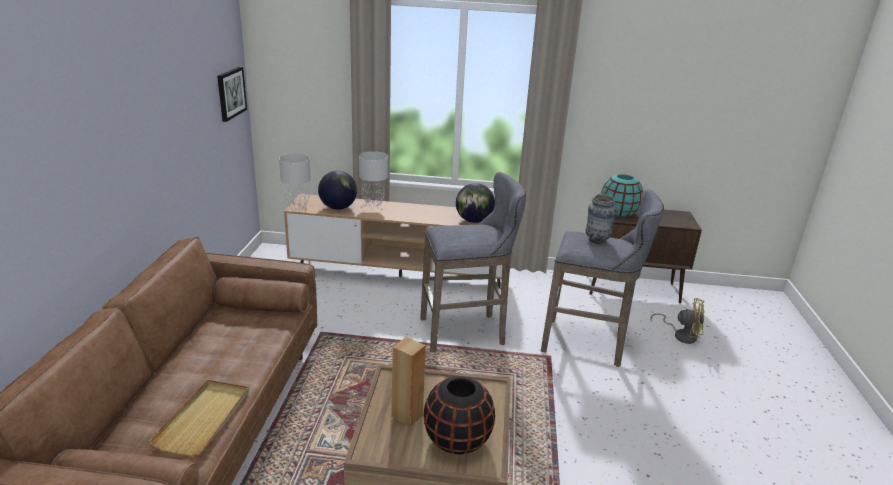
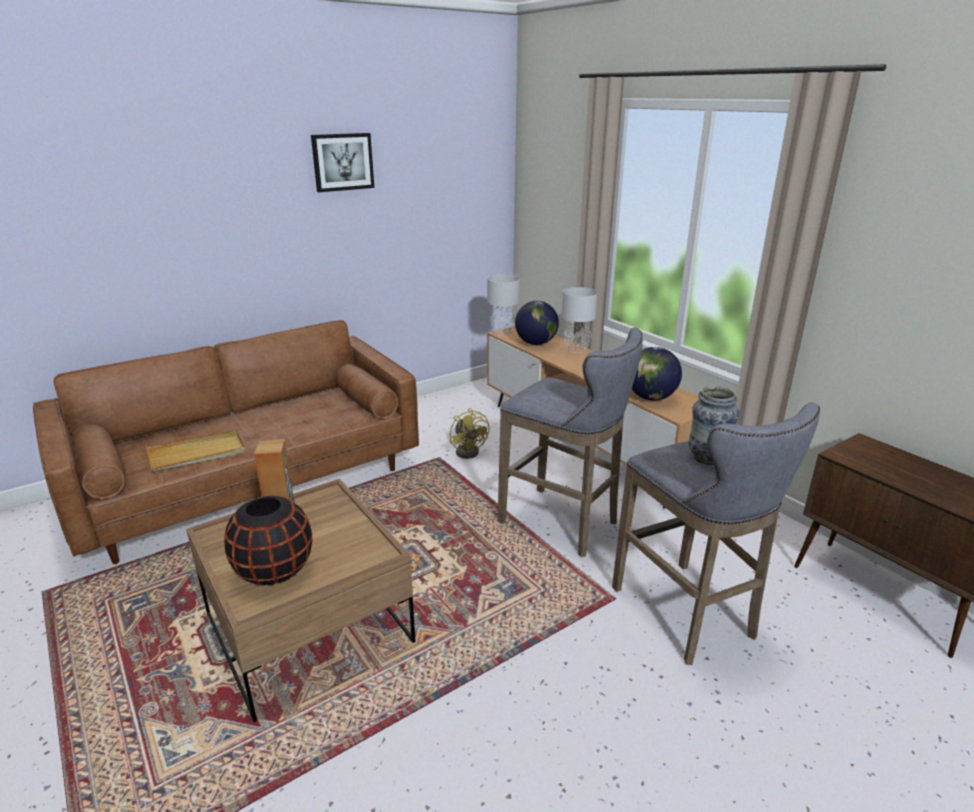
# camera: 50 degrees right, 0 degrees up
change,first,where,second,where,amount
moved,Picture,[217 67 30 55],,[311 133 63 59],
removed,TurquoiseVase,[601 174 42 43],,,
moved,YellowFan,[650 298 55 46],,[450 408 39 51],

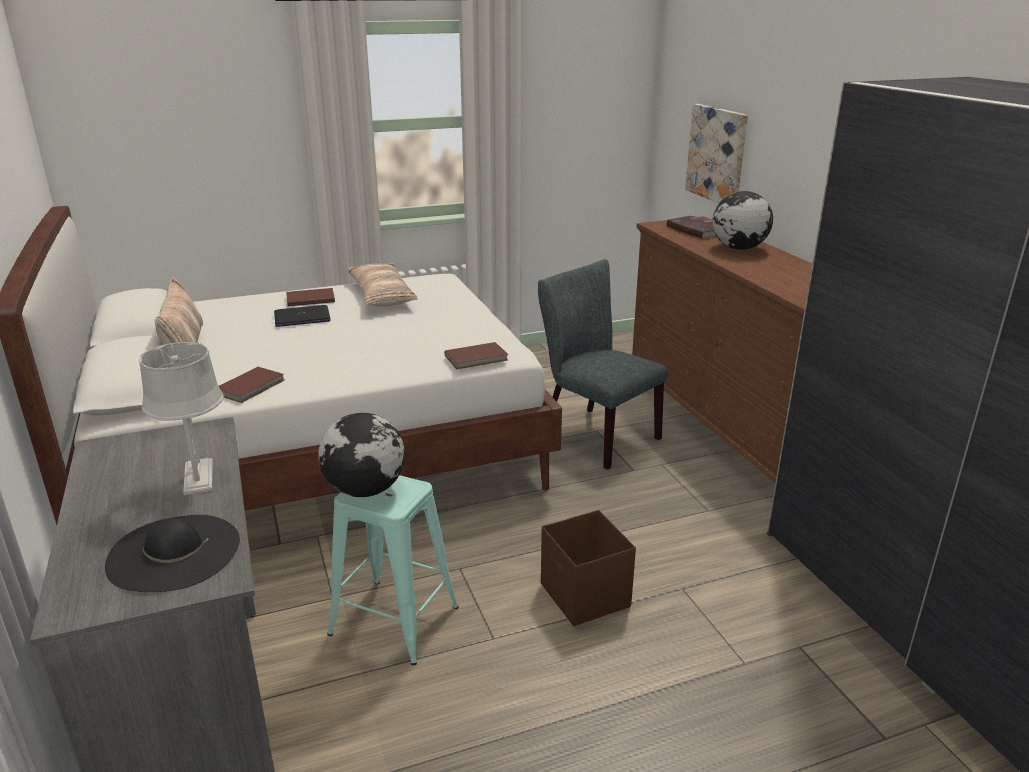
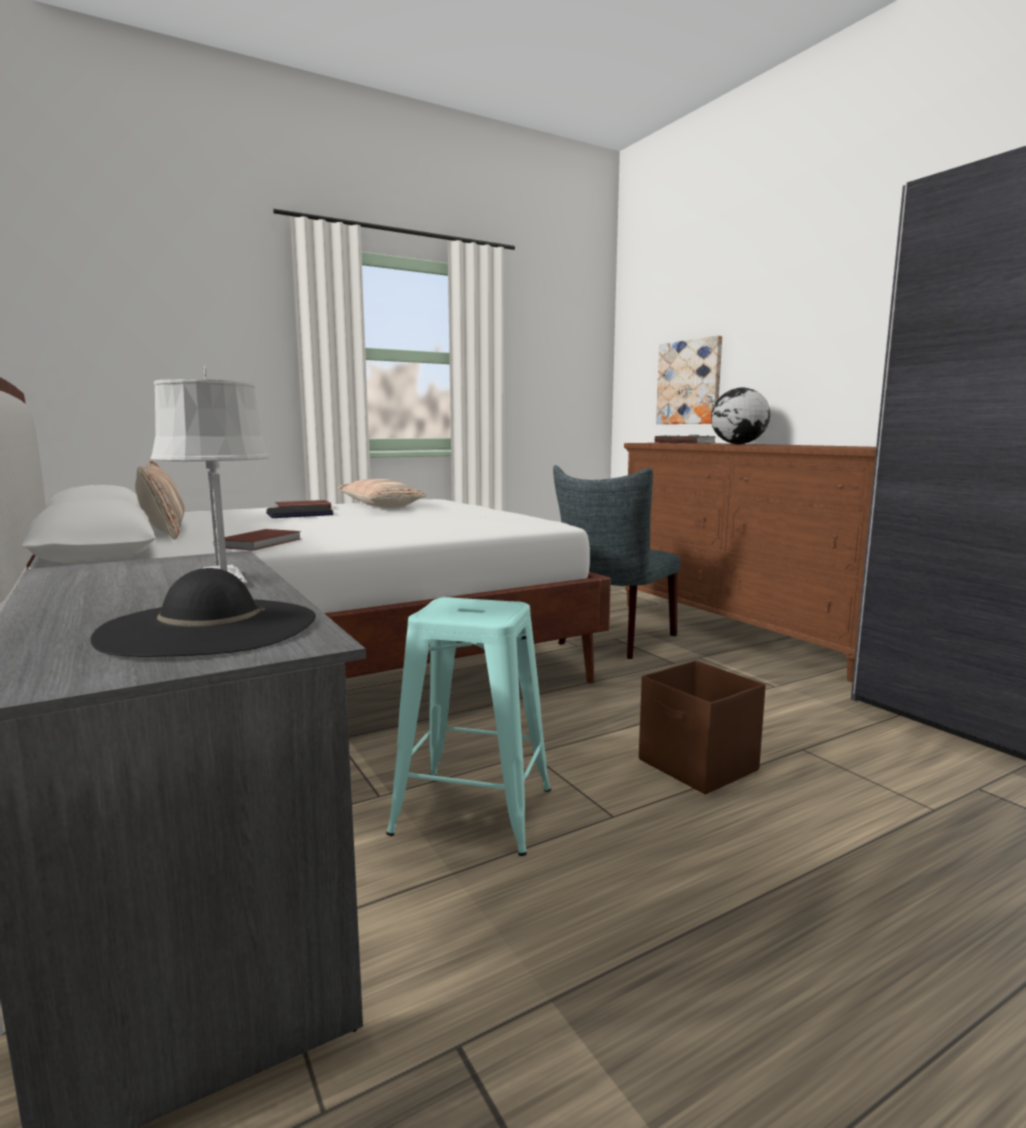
# camera: 10 degrees left, 15 degrees down
change,first,where,second,where,amount
turned,GreyChair,[538 259 130 211],,[553 465 127 194],90 degrees counterclockwise
removed,BrownBook,[445 342 63 27],,,
removed,Globe,[318 413 87 84],,,

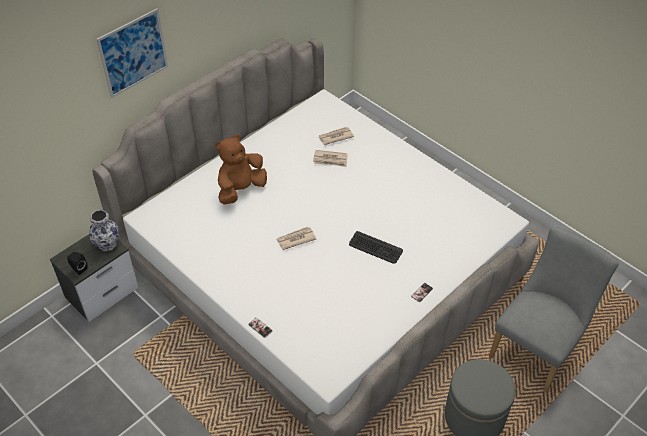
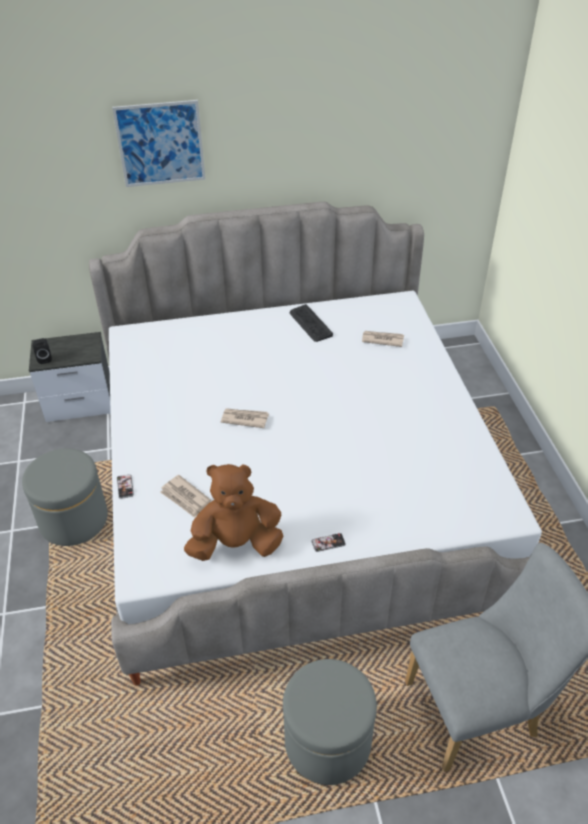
# camera: 35 degrees right, 5 degrees down
change,first,where,second,where,amount
moved,BrownPlushToy,[216 134 51 70],,[184 464 99 97],
moved,Newspaper,[313 150 35 17],,[160 475 51 43],
removed,Vase,[90 210 29 41],,,
moved,Keyboard,[349 231 54 33],,[290 304 43 38],
added,,,GreyOttoman,[22 448 86 98],

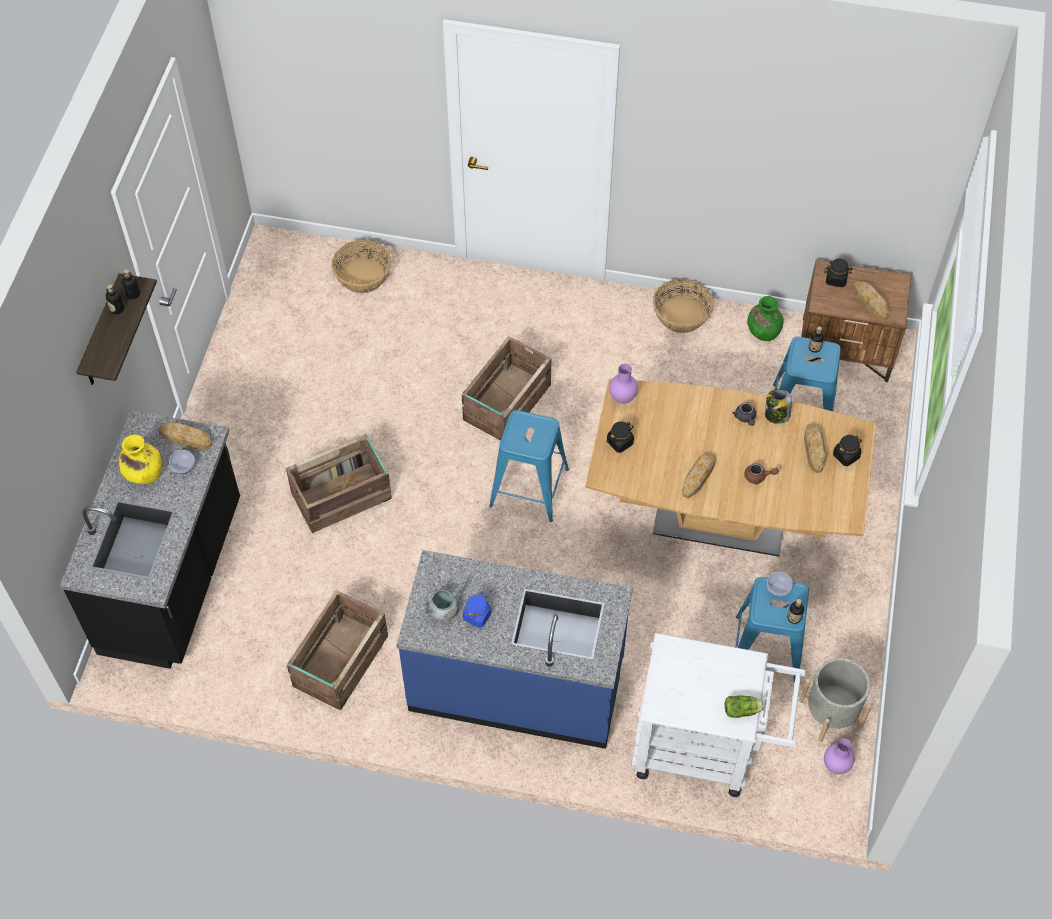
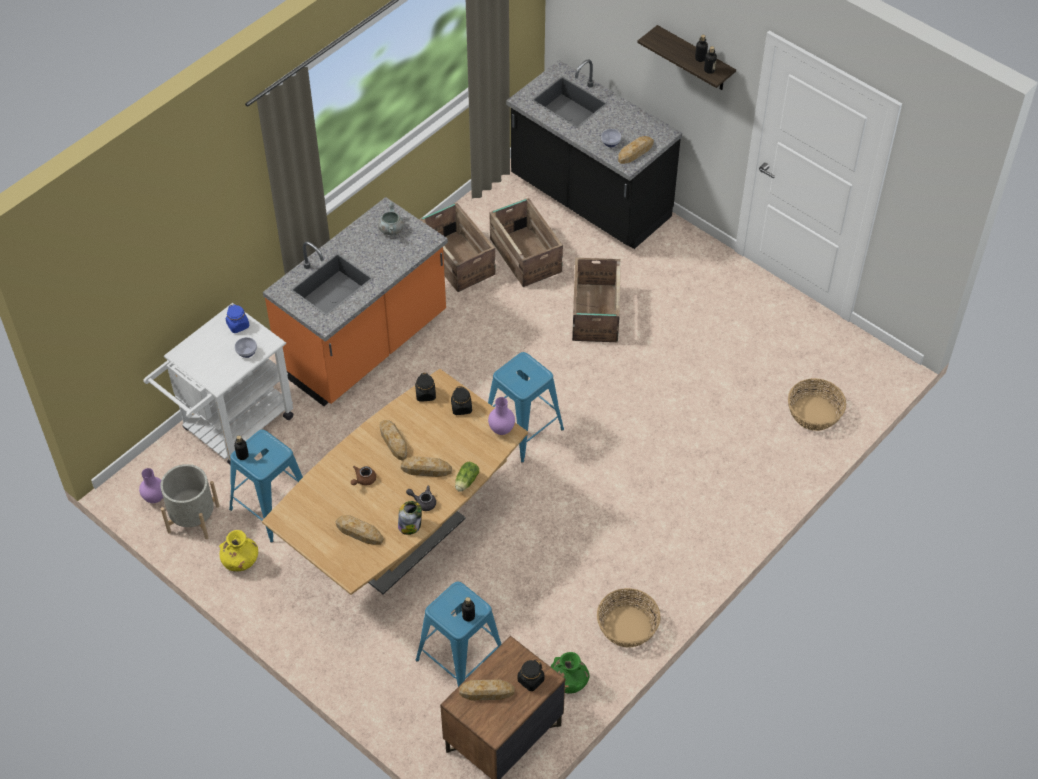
# camera: 120 degrees right, 5 degrees down
change,first,where,second,where,amount
moved,Crate,[462 336 90 104],,[489 198 74 89],
moved,YellowVase,[119 434 43 50],,[219 530 39 42],
moved,BlackJar,[833 435 29 31],,[415 373 21 29],
recoloured,BlueCounter,[397 550 236 199],OrangeCounter,[263 197 185 209],
moved,Bowl,[767 572 26 24],,[235 337 22 21],
moved,BlueJar,[463 593 29 35],,[226 304 23 29],
moved,Lettuce,[725 695 39 23],,[455 462 24 30],
added,,,Bread,[401 456 51 21],

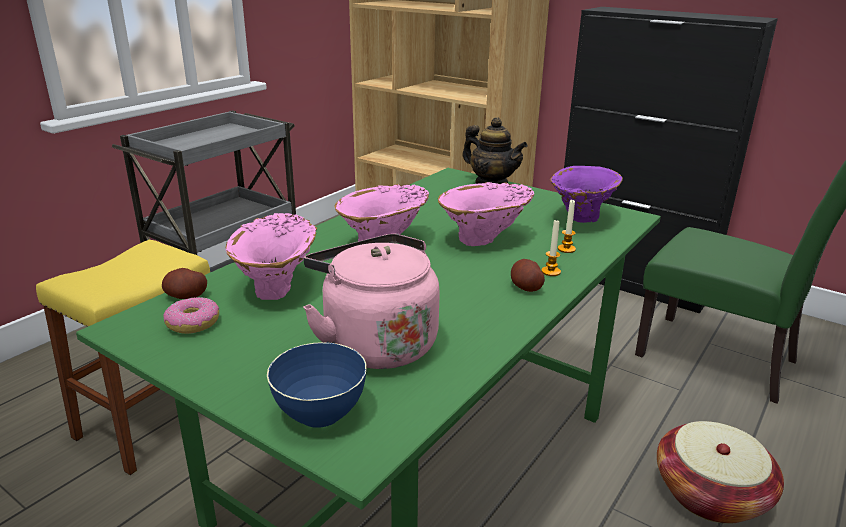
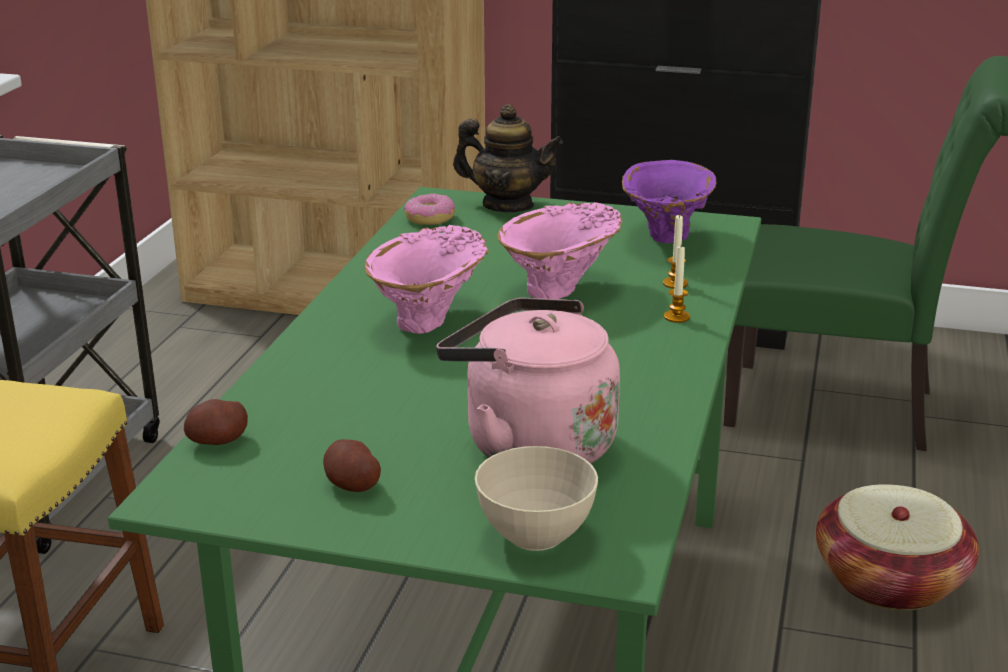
# camera: 20 degrees left, 0 degrees up
change,first,where,second,where,amount
removed,PinkVase,[225 213 92 87],,,
moved,Potato,[511 259 34 33],,[323 439 58 53],
moved,Donut,[163 297 56 37],,[404 193 51 32],
recoloured,BlueBowl,[267 342 100 86],BeigeBowl,[475 446 123 105],

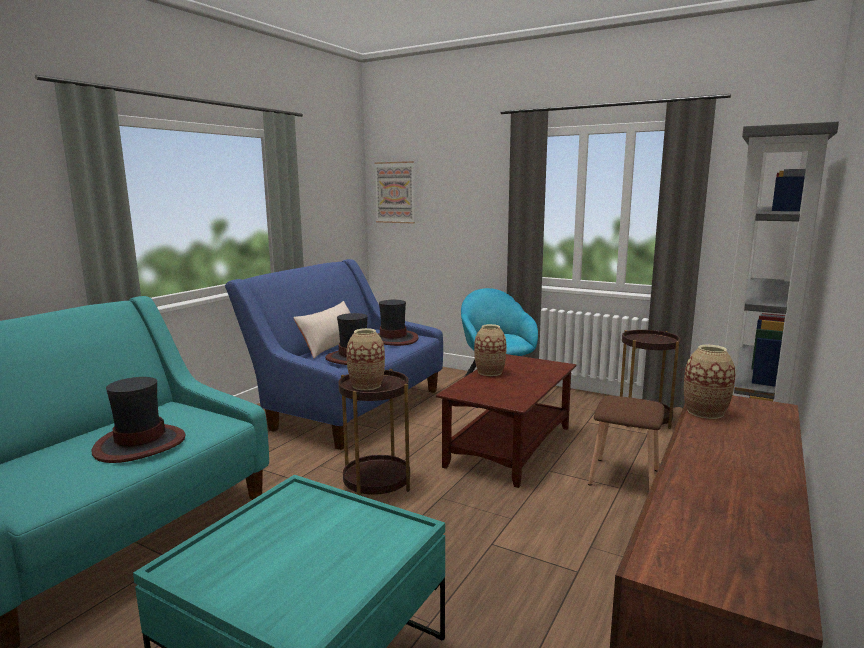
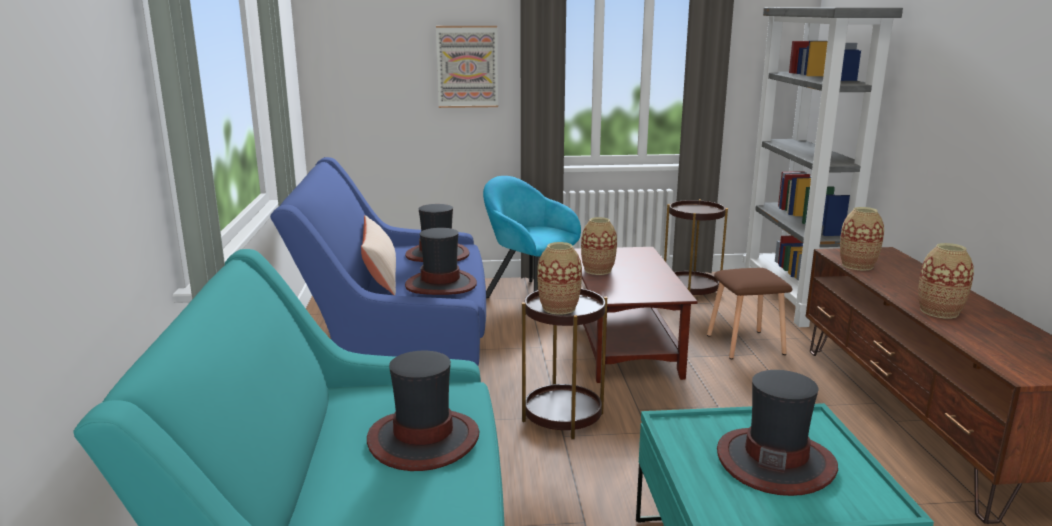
# camera: 35 degrees left, 5 degrees up
change,first,where,second,where,amount
moved,Picture,[374 161 41 62],,[436 26 62 82],
added,,,Vase,[918 243 56 75],
added,,,Hat,[717 370 121 126],

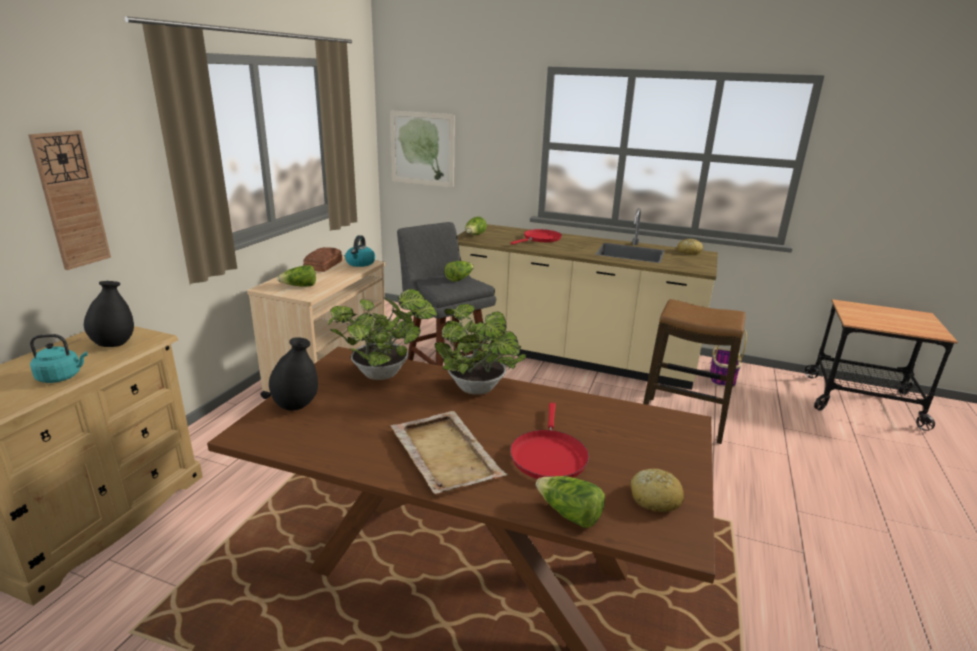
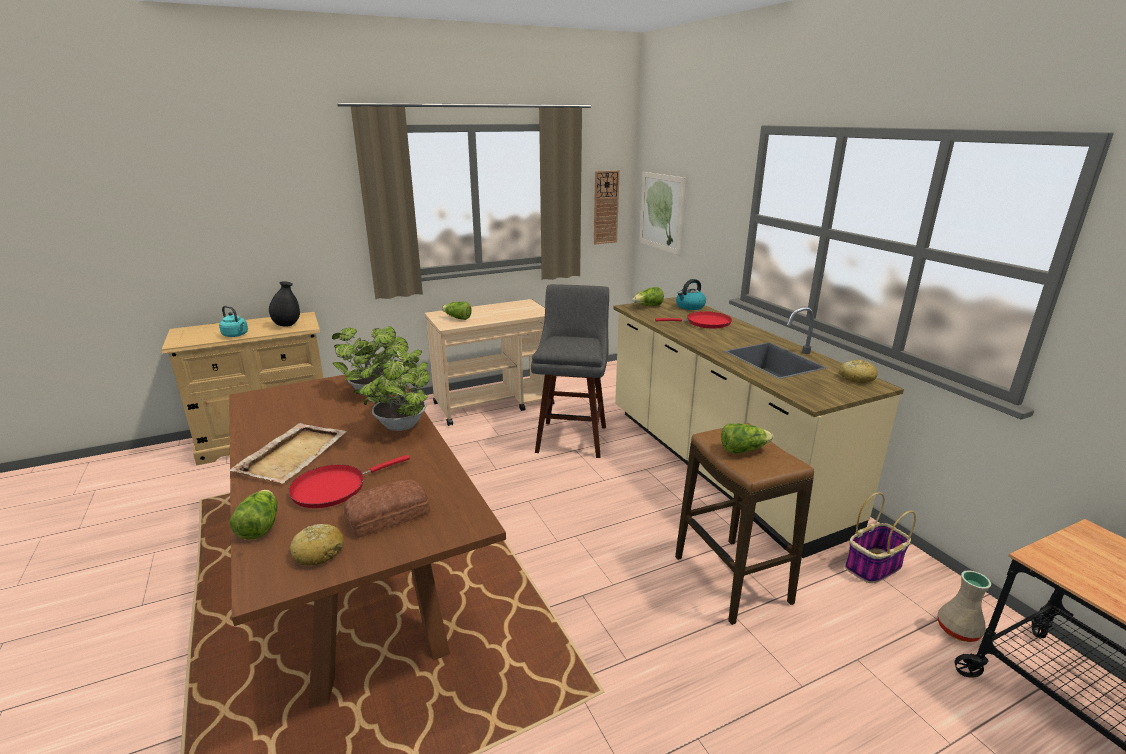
# camera: 45 degrees right, 0 degrees up
change,first,where,second,where,amount
moved,WallClock,[28 130 83 140],,[594 170 26 74],
moved,Kettle,[345 235 30 32],,[676 279 30 31],
moved,Bread,[303 247 40 25],,[344 480 86 58],
moved,Lettuce,[445 261 29 21],,[721 424 52 29],
removed,BlackVase,[269 338 49 72],,,
added,,,BeigeVase,[938 570 53 72],

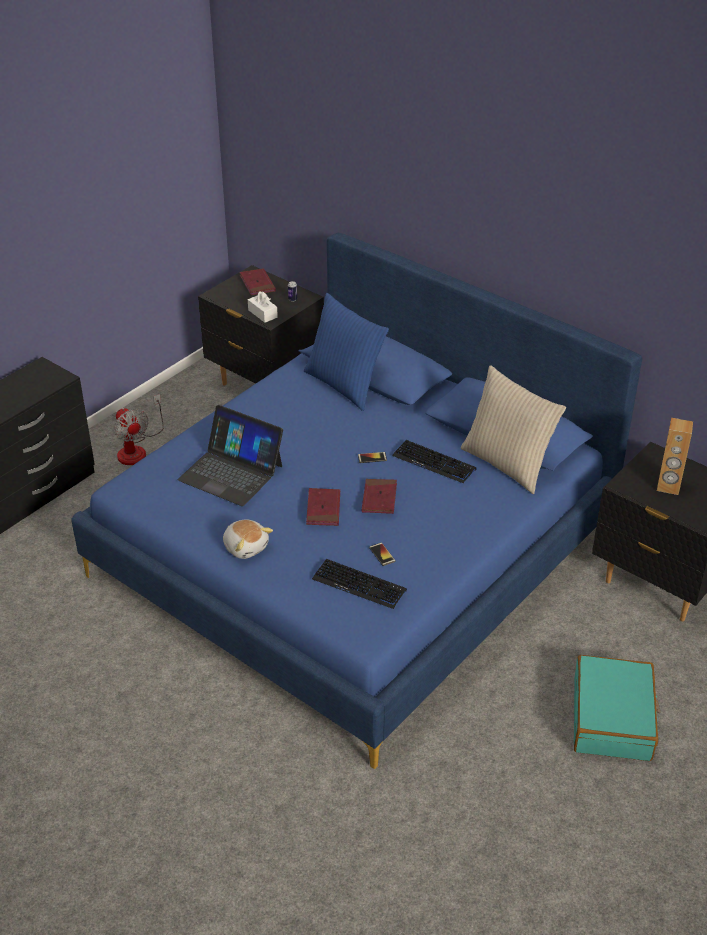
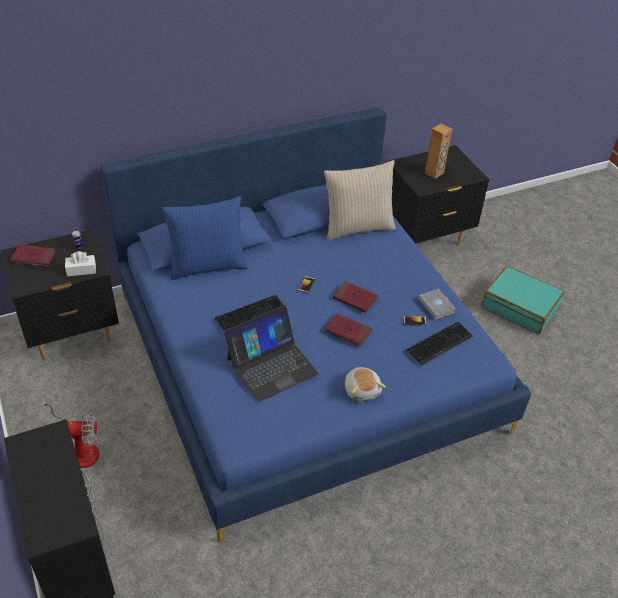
# camera: 65 degrees left, 5 degrees up
change,first,where,second,where,amount
moved,Keyboard,[392 440 84 43],,[215 295 68 35],
turned,PlushToy,[223 519 50 40],,[345 367 41 34],90 degrees clockwise
added,,,GreyBook,[418 289 38 31],

